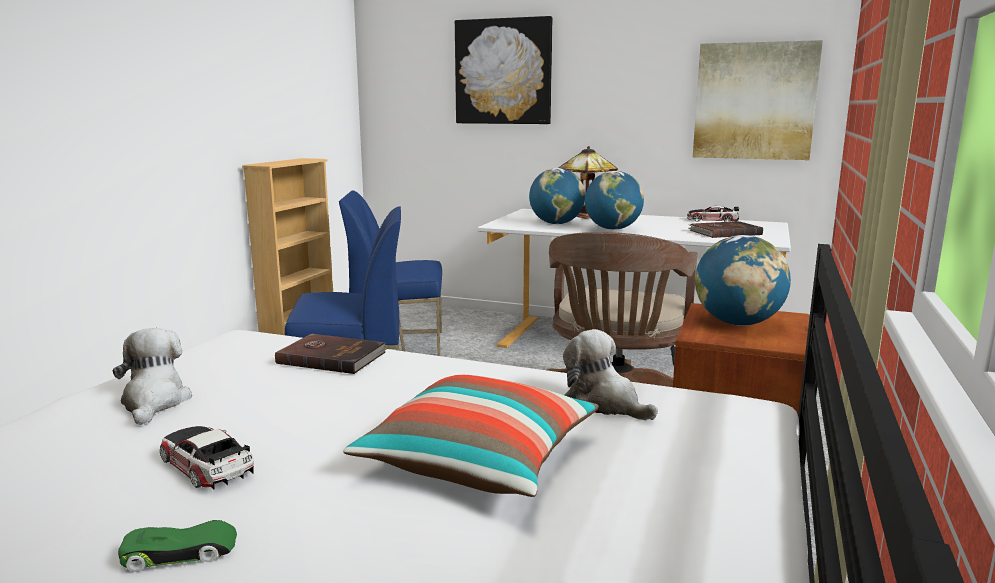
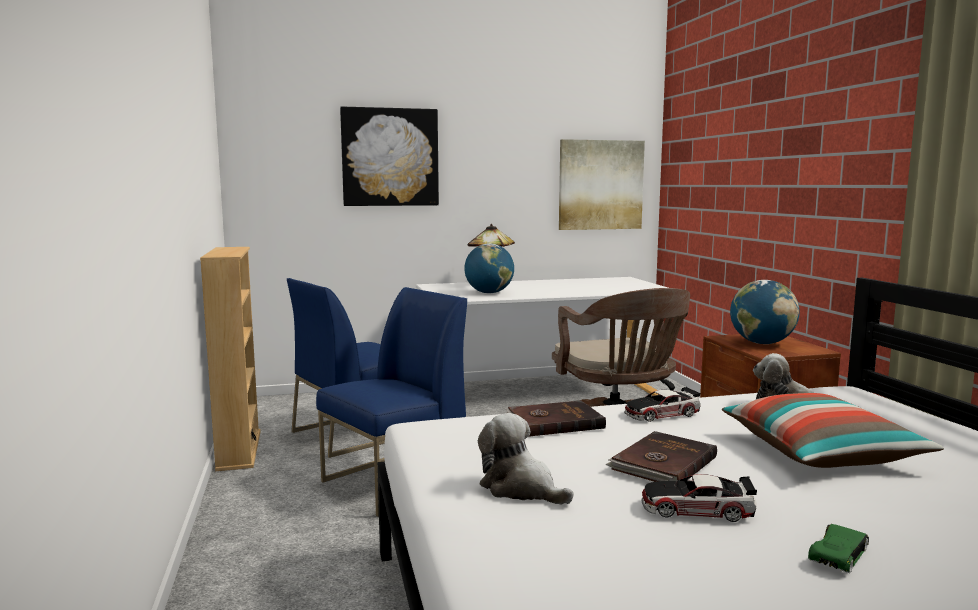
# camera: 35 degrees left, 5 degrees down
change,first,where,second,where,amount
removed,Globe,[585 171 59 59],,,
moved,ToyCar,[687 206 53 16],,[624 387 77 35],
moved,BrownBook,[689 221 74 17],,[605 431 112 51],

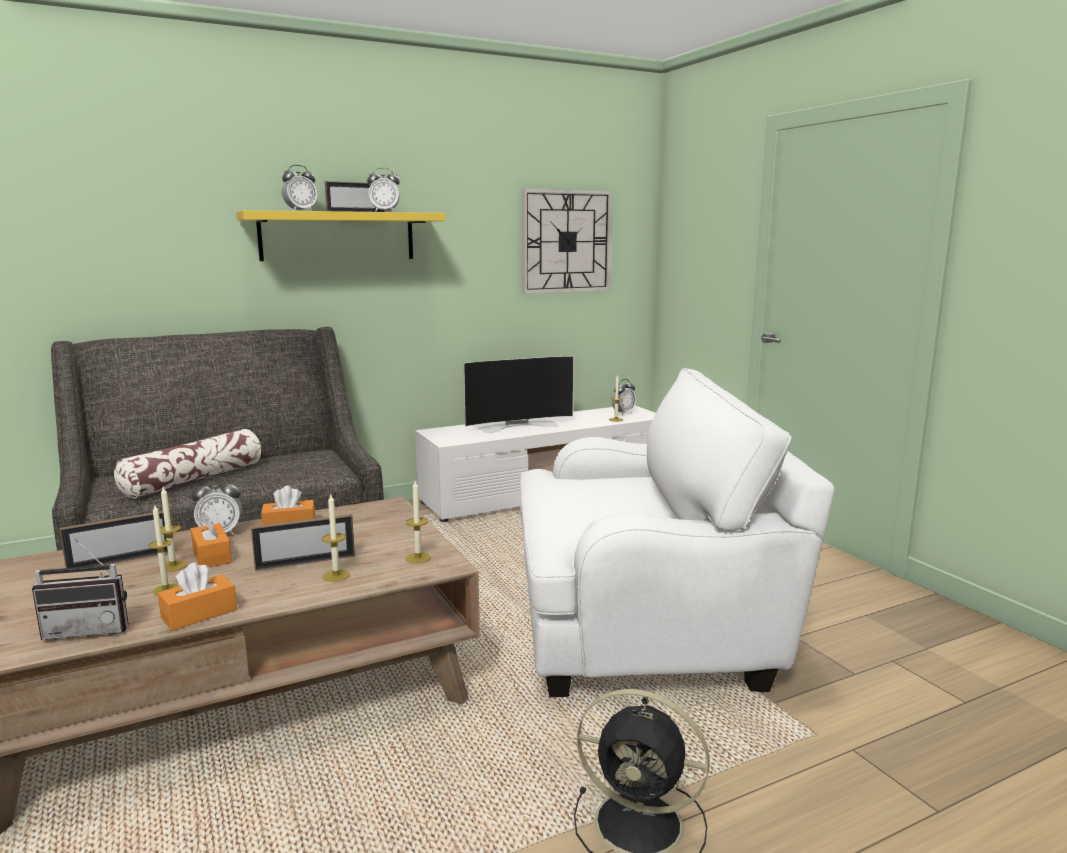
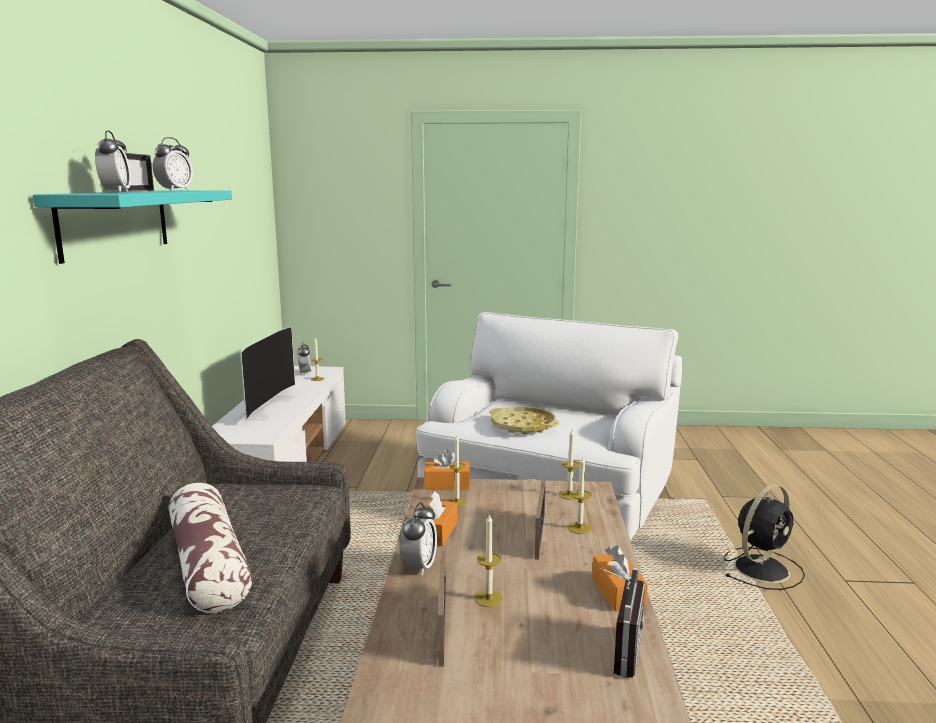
# camera: 60 degrees left, 0 degrees up
change,first,where,second,where,amount
removed,WallClock,[522 189 90 105],,,
recoloured,YellowShelf,[236 210 210 51],TurquoiseShelf,[33 190 199 74],
moved,Candle,[148 505 31 90],,[448 436 19 71],
moved,OrangeTissueBox,[190 513 42 54],,[424 449 46 40],
added,,,YellowTray,[490 407 69 28],

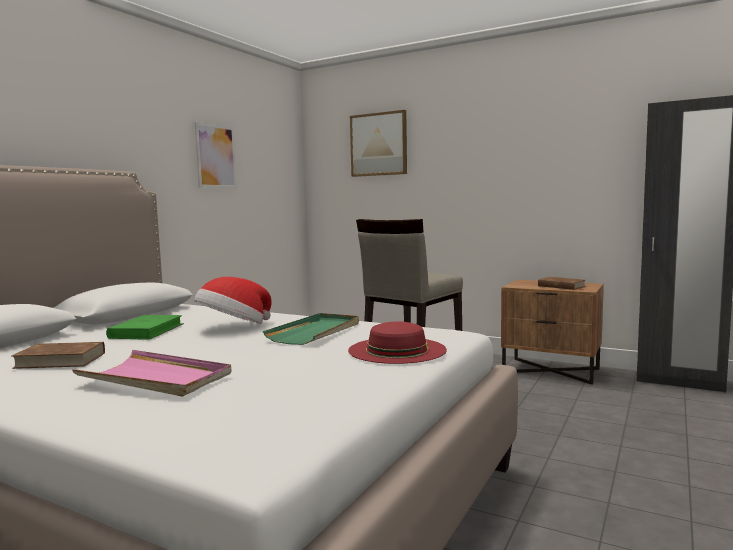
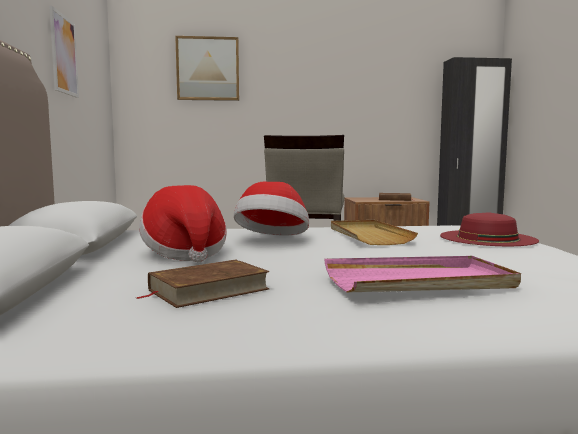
# camera: 35 degrees left, 0 degrees up
change,first,where,second,where,amount
recoloured,GreenTray,[263 313 96 32],BeigeTray,[331 220 87 25],
replaced,GreenBook,[106 315 78 25],Hat,[139 185 88 77],

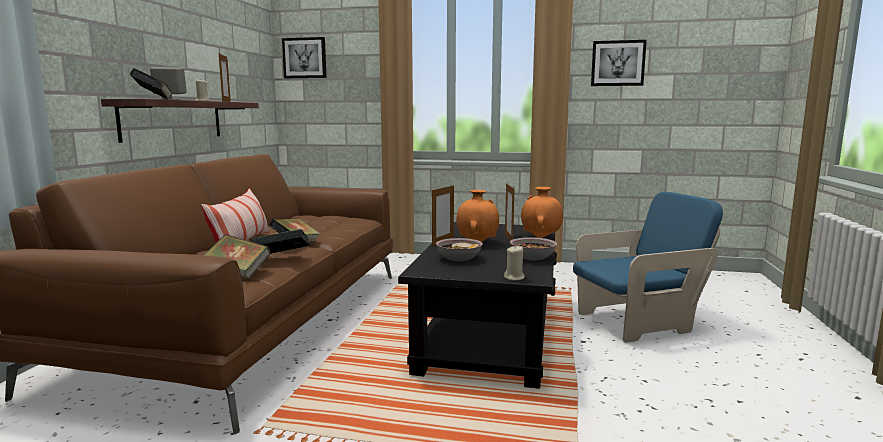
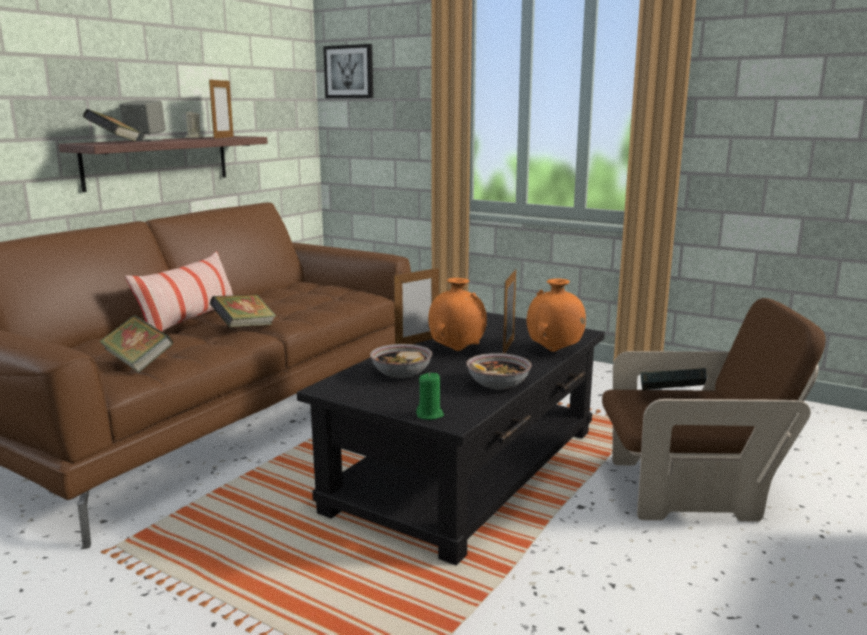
# camera: 20 degrees right, 5 degrees up
change,first,where,second,where,amount
removed,Picture,[591 40 56 46],,,
recoloured,BlueArmchair,[573 192 150 151],BrownArmchair,[602 298 223 224],
moved,Book,[251 229 59 25],,[640 368 67 22],
recoloured,BeigeCandle,[504 245 21 35],GreenCandle,[416 372 28 48],

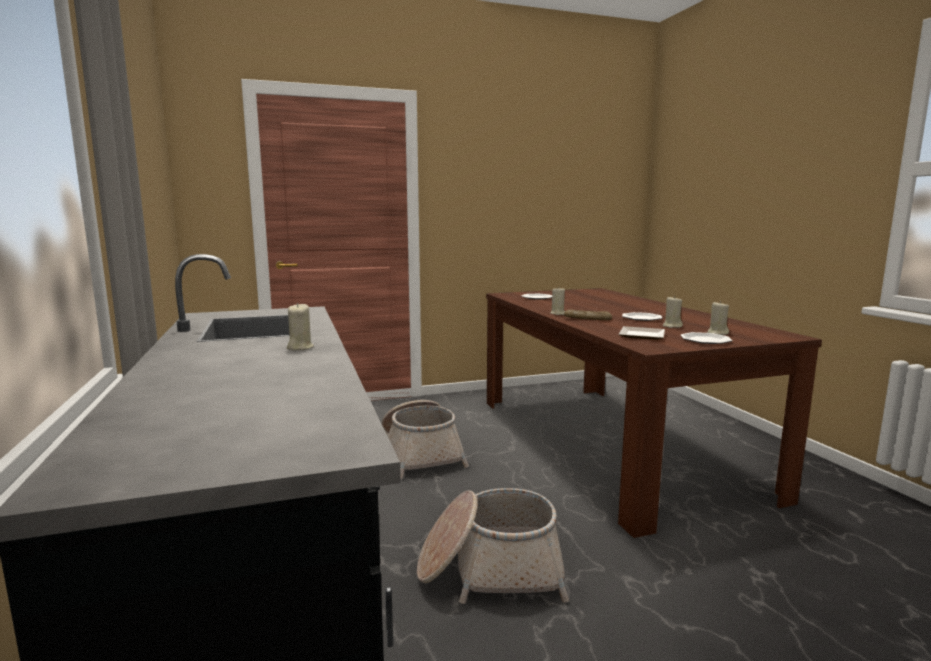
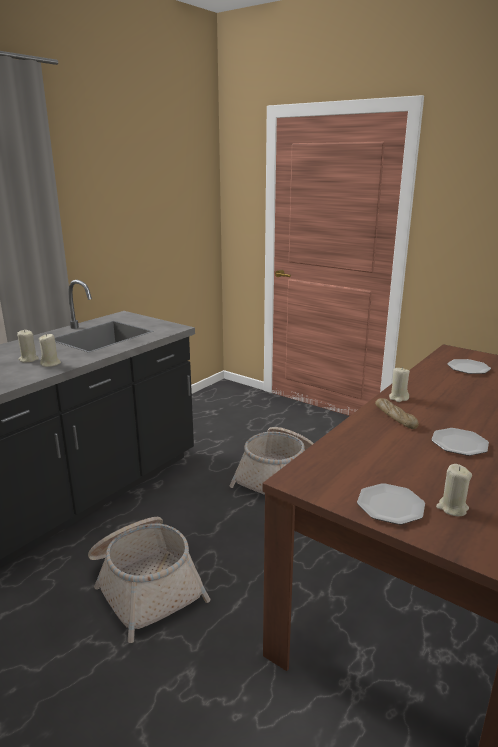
# camera: 55 degrees right, 10 degrees up
change,first,where,second,where,amount
moved,BeigeCandle,[663 296 20 32],,[17 330 22 33],
removed,Plate,[619 326 46 14],,,

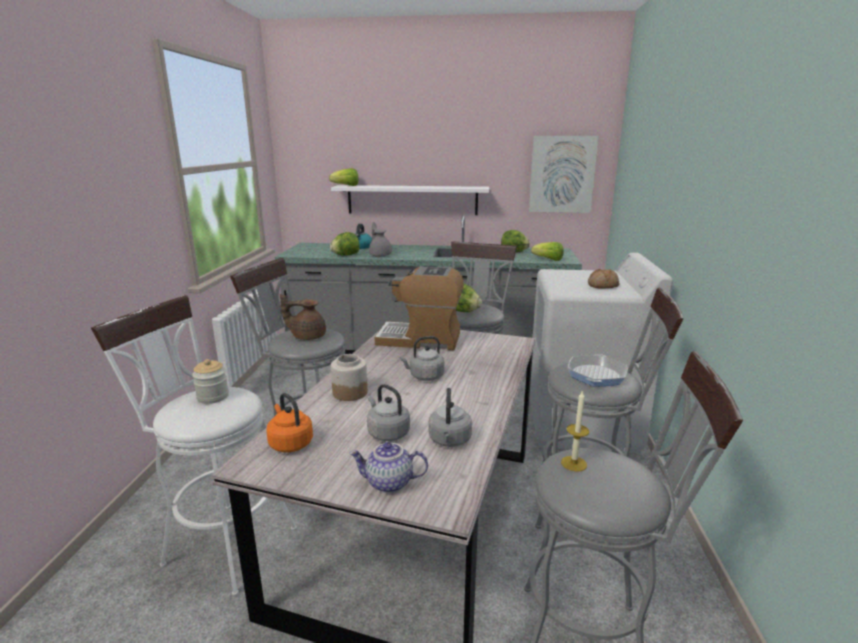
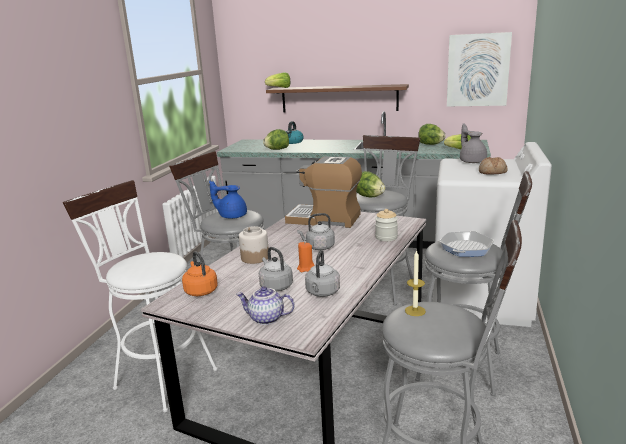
# camera: 10 degrees right, 0 degrees up
change,first,where,second,where,amount
recoloured,WhiteShelf,[331 185 158 30],BrownShelf,[266 84 143 29],
moved,GreyTeapot,[369 222 23 35],,[460 123 27 40],
recoloured,BrownTeapot,[280 294 46 46],BlueTeapot,[209 181 38 38],
moved,Jar,[192 359 37 45],,[375 209 23 32],
added,,,OrangeCandle,[297 242 18 30],

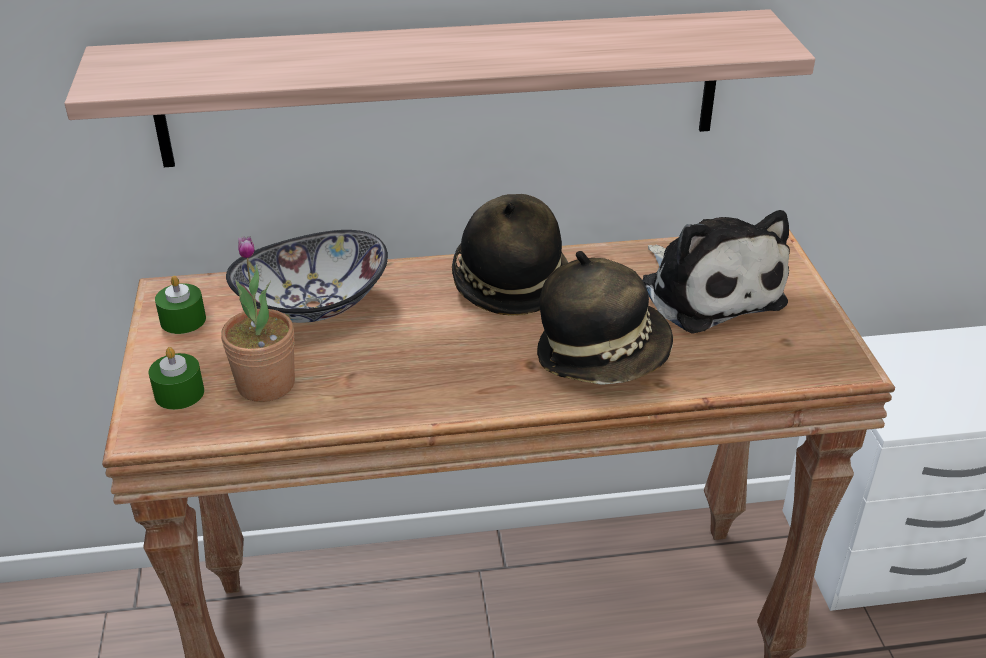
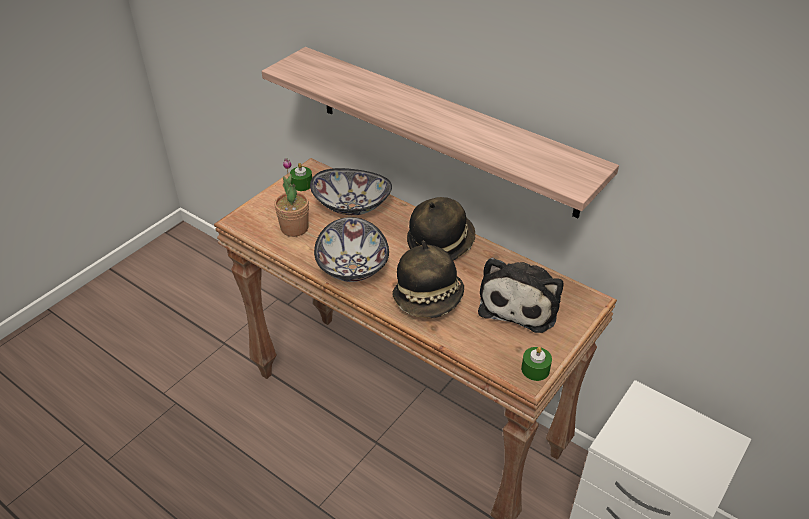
# camera: 45 degrees right, 5 degrees up
change,first,where,second,where,amount
moved,GreenCandle,[149 347 55 63],,[521 347 31 34],
added,,,Bowl,[314 217 75 65],

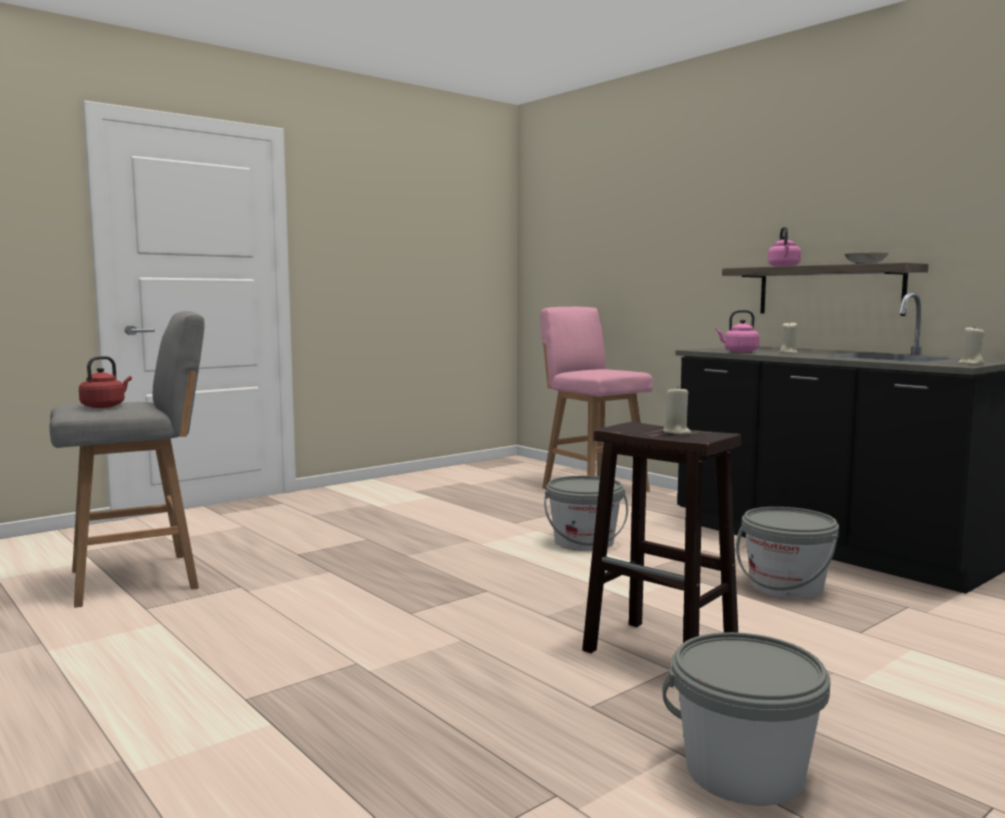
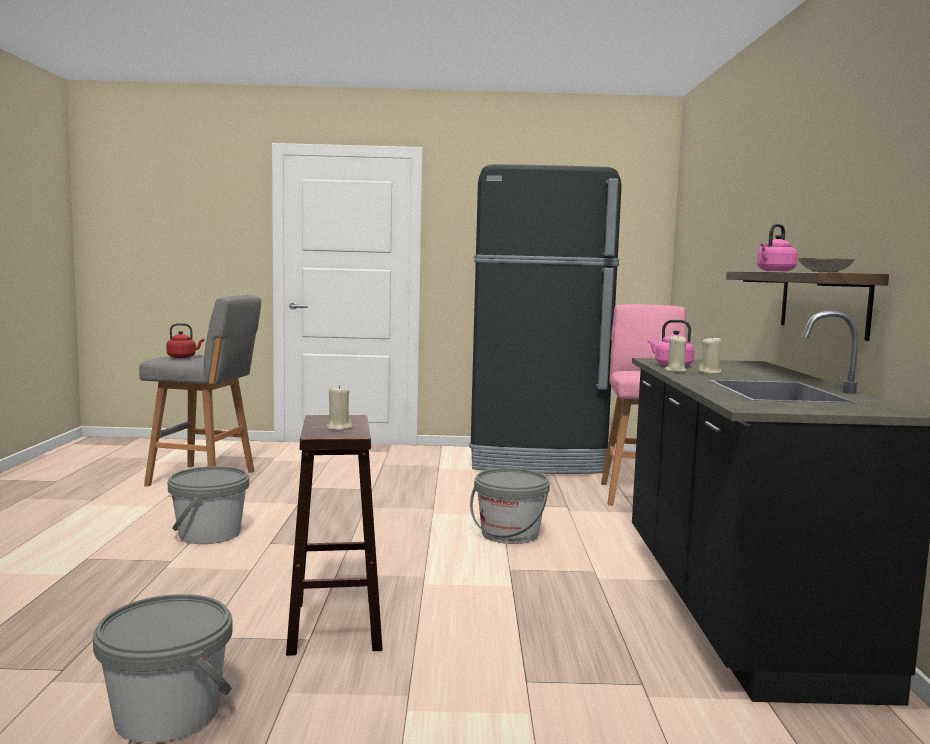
# camera: 40 degrees right, 0 degrees up
change,first,where,second,where,amount
moved,BeigeCandle,[958 326 27 38],,[664 336 23 36],
moved,GreyBucket,[736 507 103 92],,[168 466 81 78],
added,,,BlackFridge,[469 164 153 310],

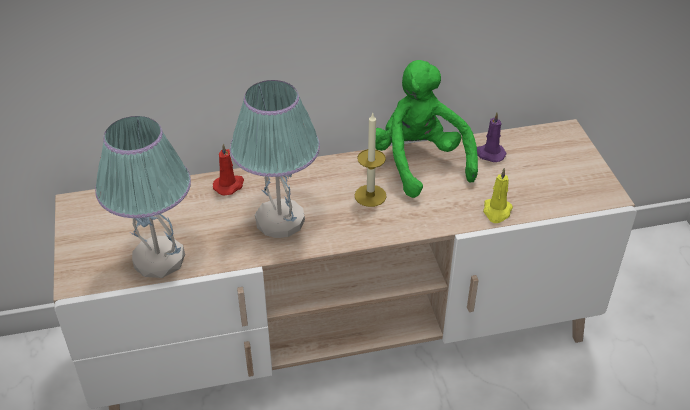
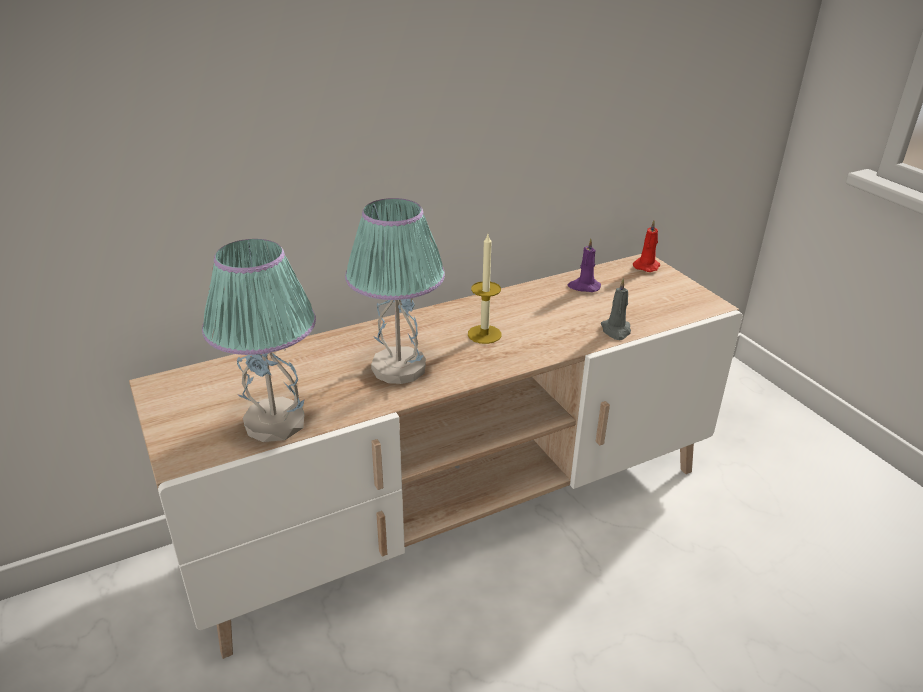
# camera: 15 degrees left, 10 degrees down
change,first,where,second,where,amount
removed,GreenPlushToy,[375 60 103 138],,,
moved,RedCandle,[213 143 31 53],,[633 221 27 51],
recoloured,YellowCandle,[483 168 30 55],GreyCandle,[601 278 30 62],

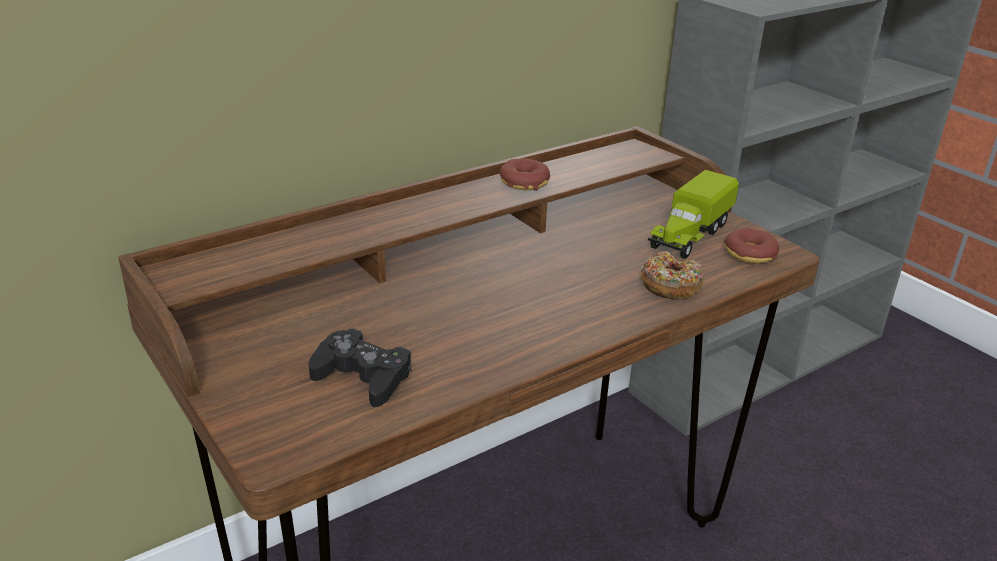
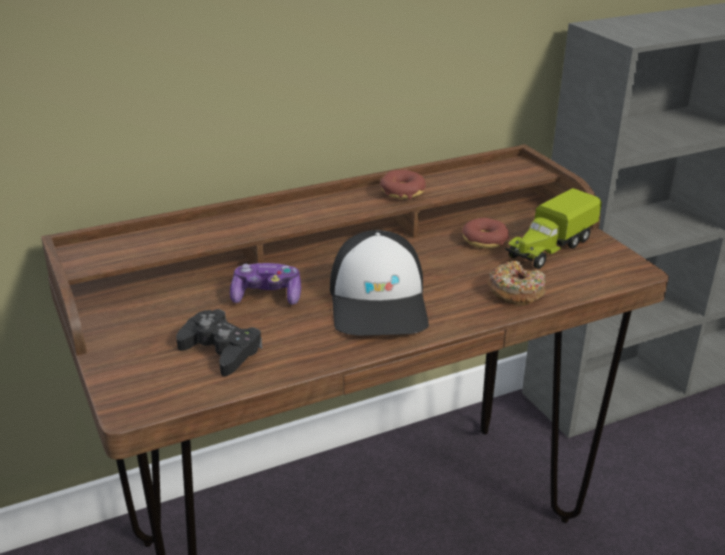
# camera: 10 degrees right, 0 degrees up
change,first,where,second,where,amount
moved,Donut,[724 228 55 36],,[462 218 47 31],
added,,,Cap,[330 230 99 106],
added,,,GameController,[230 263 71 42],

